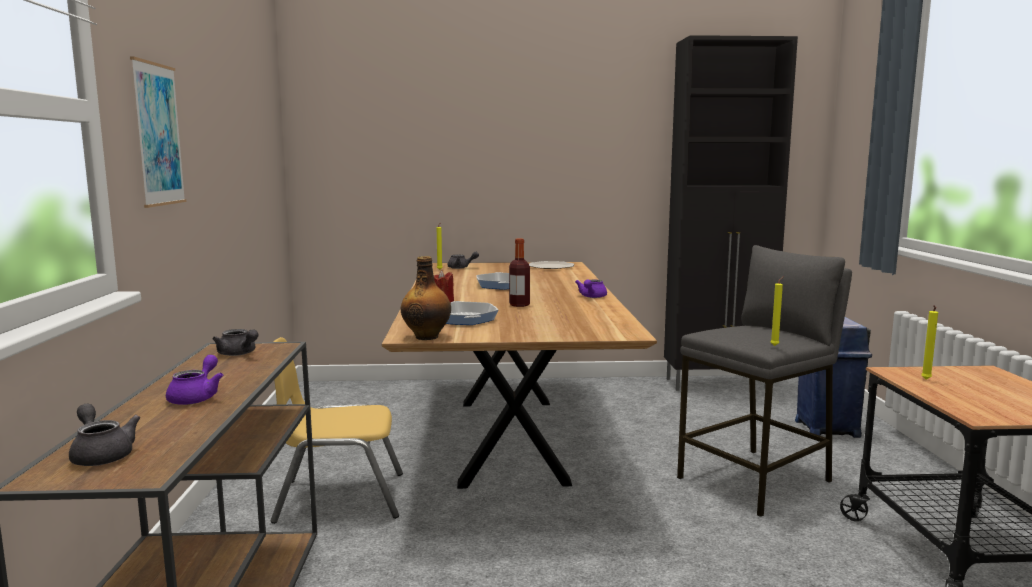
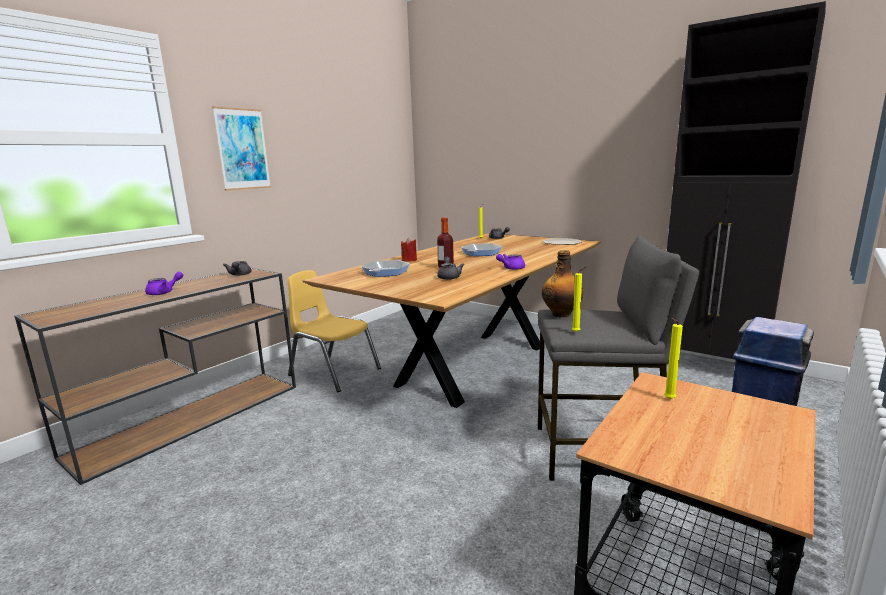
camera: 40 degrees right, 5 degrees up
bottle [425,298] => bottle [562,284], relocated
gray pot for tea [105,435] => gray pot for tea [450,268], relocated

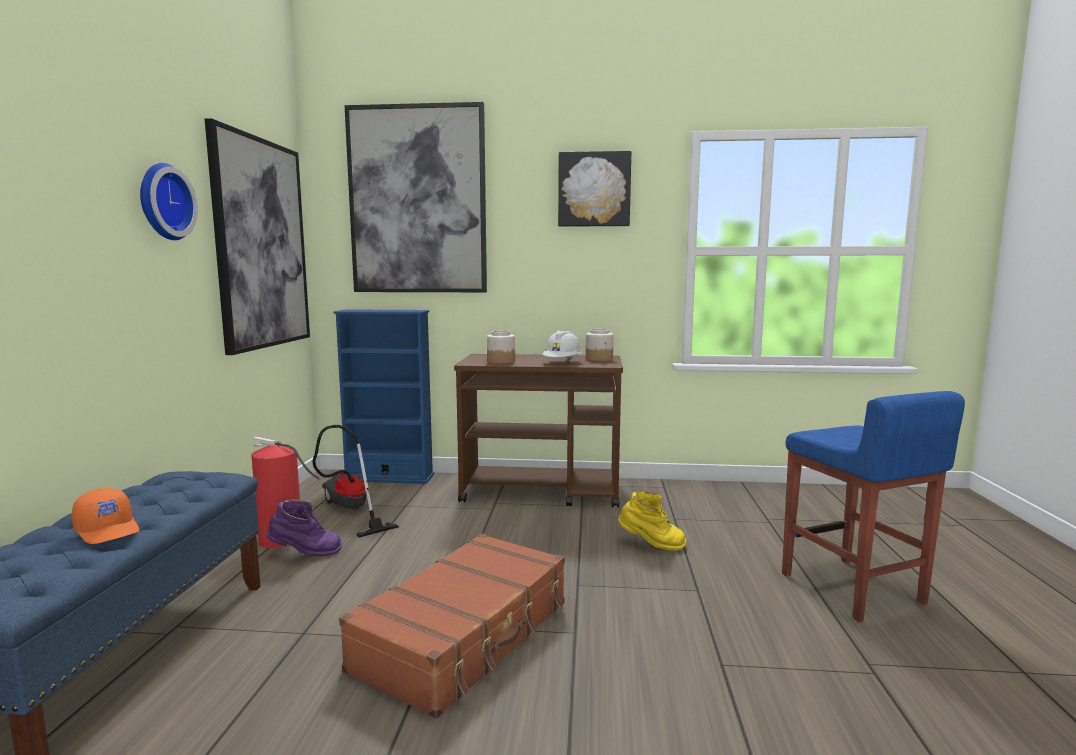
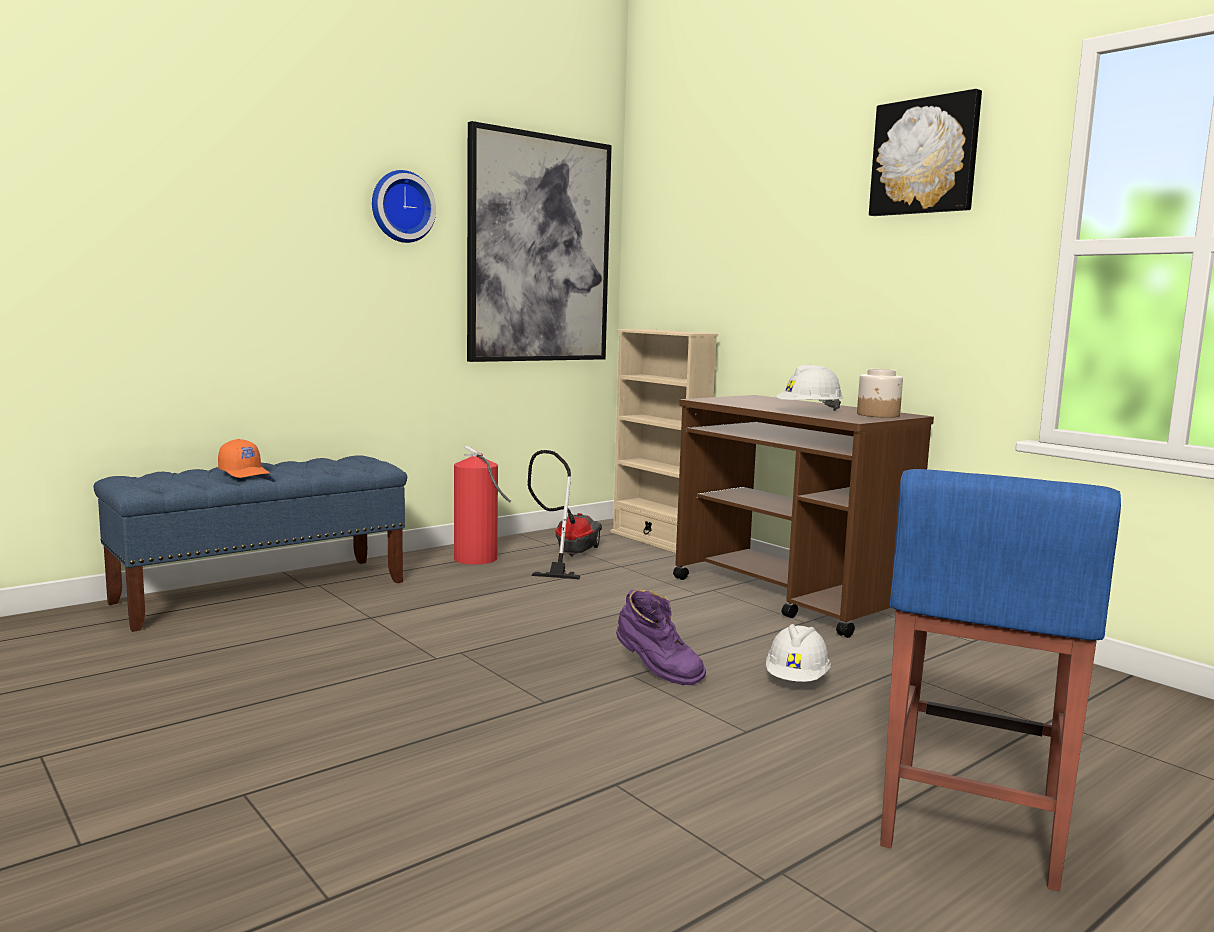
camera: 45 degrees right, 0 degrees up
wall art [416,197] => nothing
blue shelving unit [383,396] => beige shelving unit [664,441]
jar [501,347] => nothing
orangey peaked cap [105,516] => orangey peaked cap [244,458], 45 degrees counterclockwise
yellow boot [652,520] => whitish work helmet [798,653]
purplish boot [304,527] => purplish boot [661,637], relocated
brown piece of luggage [452,626] => nothing

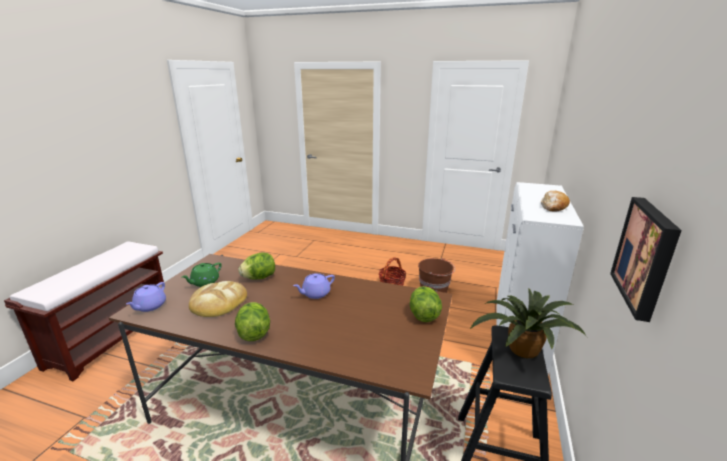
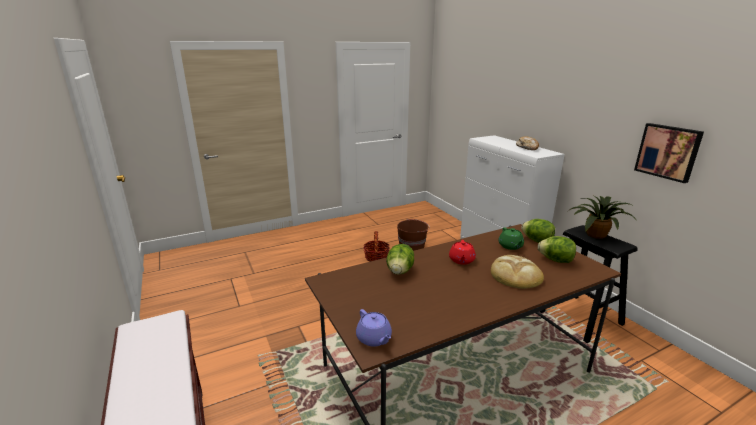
camera: 45 degrees left, 0 degrees up
greenish pot for tea [202,275] => greenish pot for tea [511,238], relocated
purplish pot for tea [314,286] => red pot for tea [462,252]
bakery bread [218,299] => bakery bread [517,272], relocated
head of lettuce [252,321] => head of lettuce [557,249], relocated

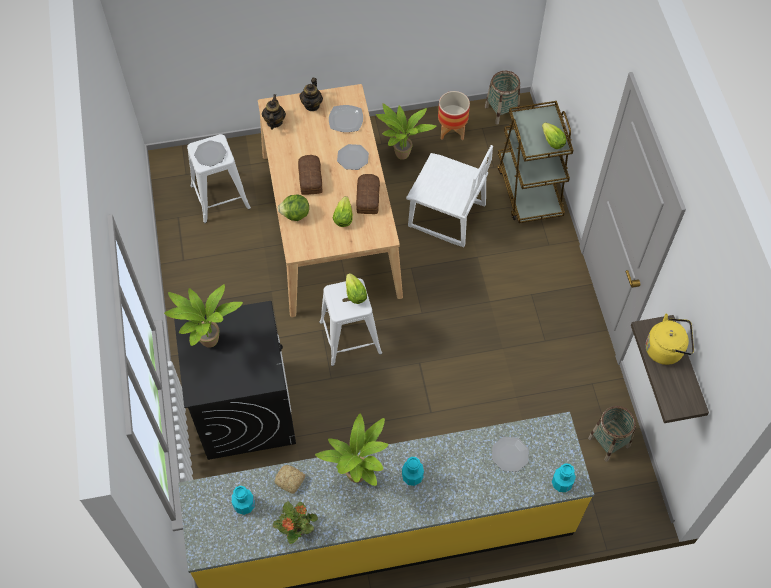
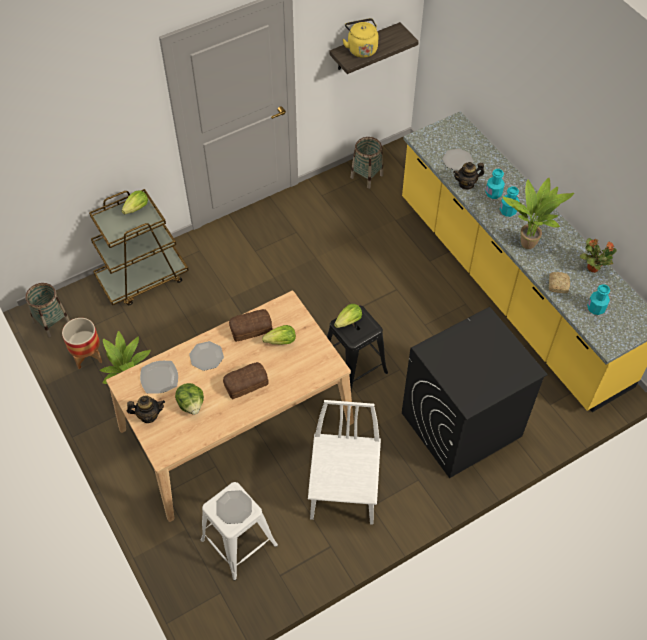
camera: 110 degrees left, 5 degrees down
pot for tea [274,111] => pot for tea [468,176], relocated
whitish plain chair [449,196] => whitish plain chair [344,462], relocated
head of lettuce [293,207] => head of lettuce [189,399], relocated
whitish stool seat [350,322] => black stool seat [357,348]
potted plant [203,316] => nothing
turquoise bottle [564,477] => turquoise bottle [495,184], relocated

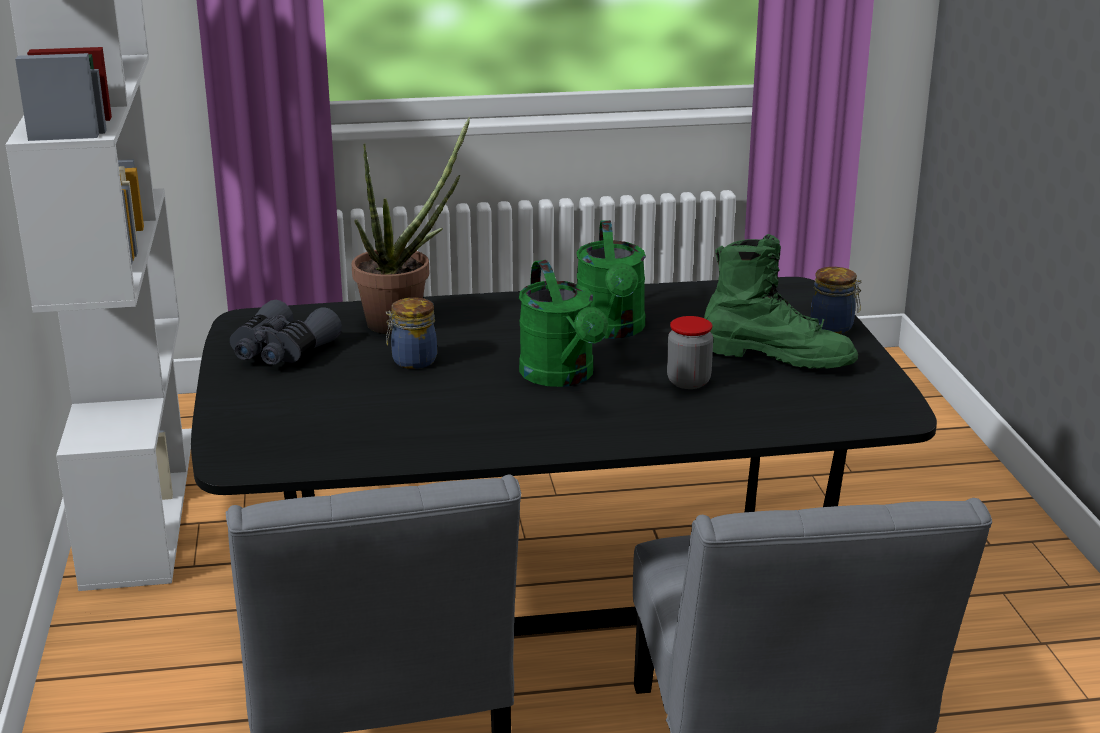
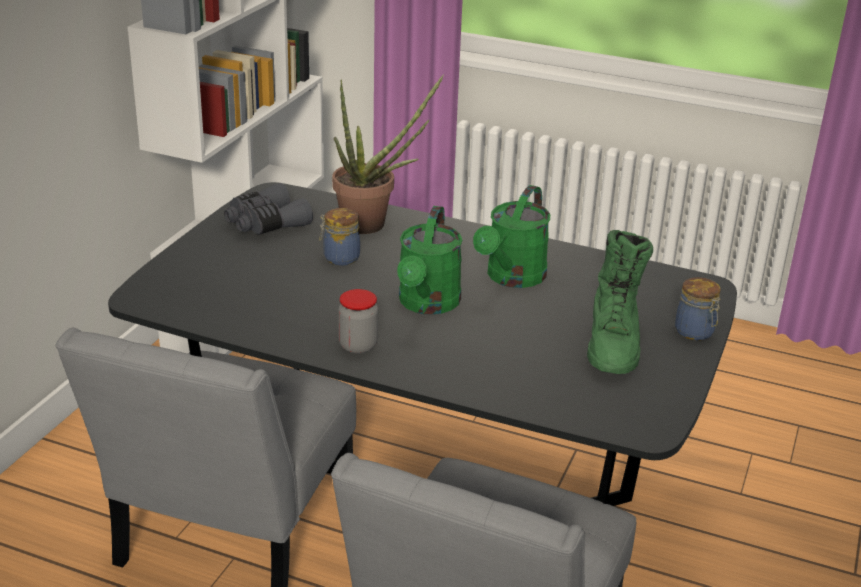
camera: 30 degrees right, 5 degrees up
greenish boot [781,301] => greenish boot [620,302], 45 degrees clockwise
jar [690,352] => jar [358,321], relocated

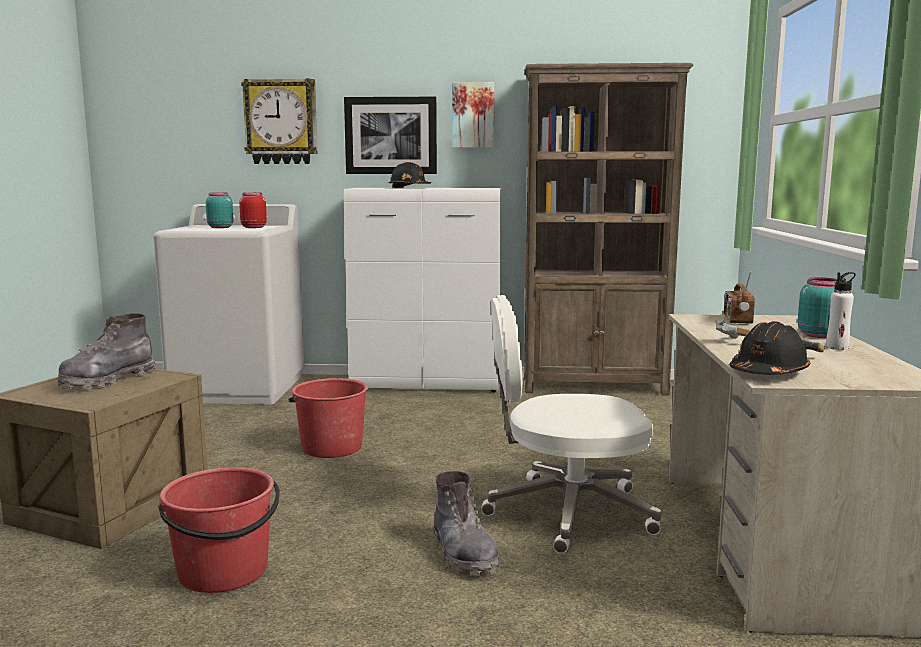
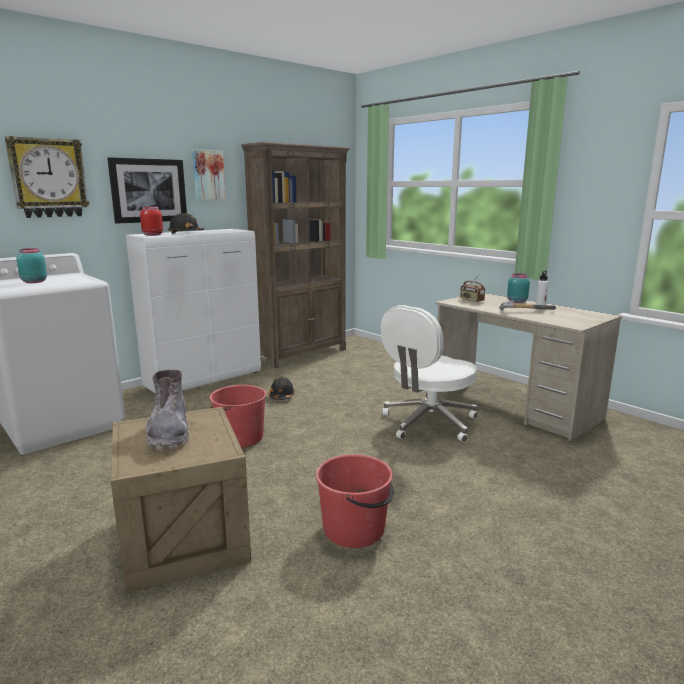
camera: 45 degrees left, 5 degrees up
red jar [253,210] => red jar [151,221], relocated
black work helmet [770,348] => black work helmet [282,388], relocated
gray boot [466,523] => nothing

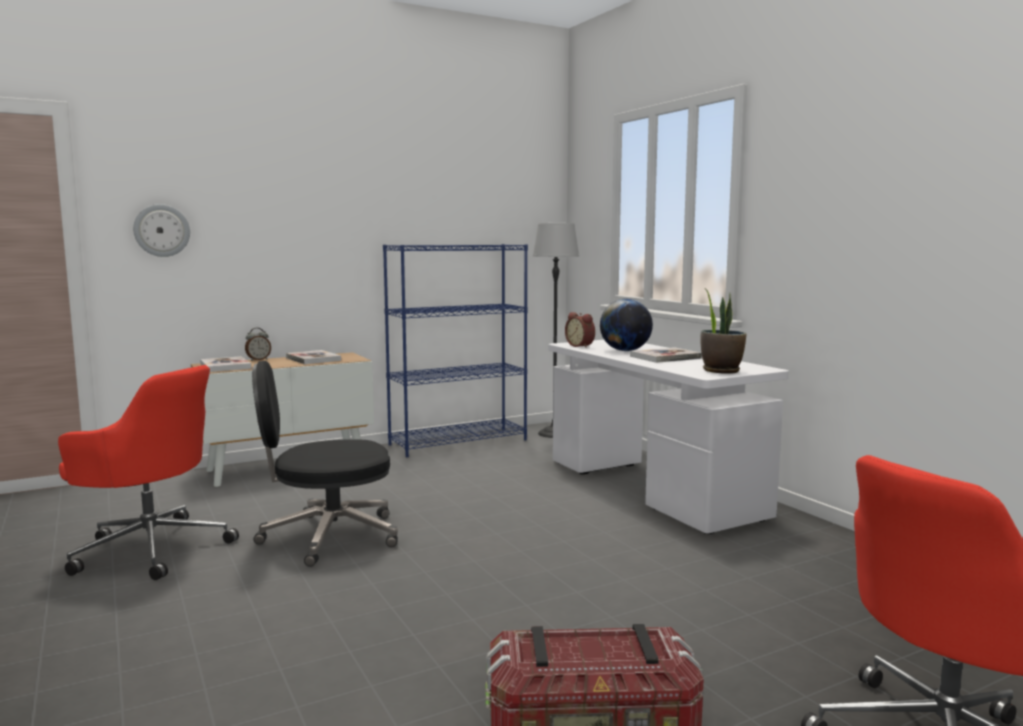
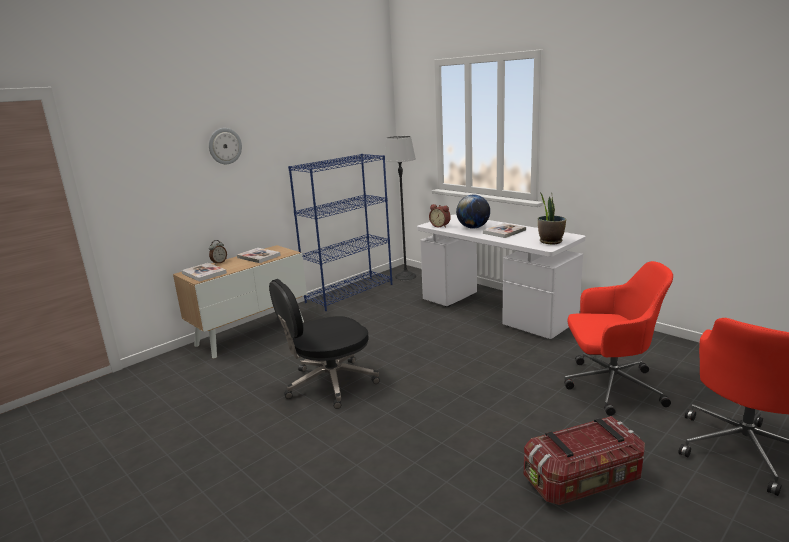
camera: 15 degrees left, 10 degrees up
wall clock [161,230] => wall clock [225,146], relocated
red office chair [148,472] => red office chair [618,338], relocated

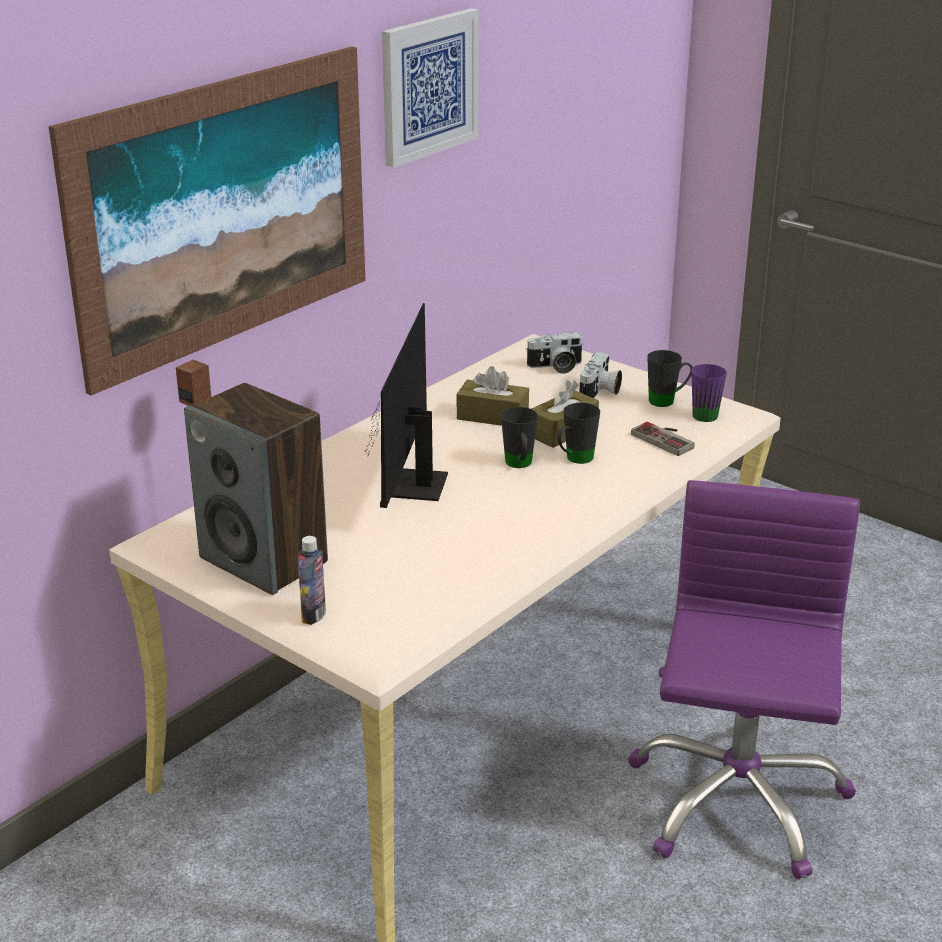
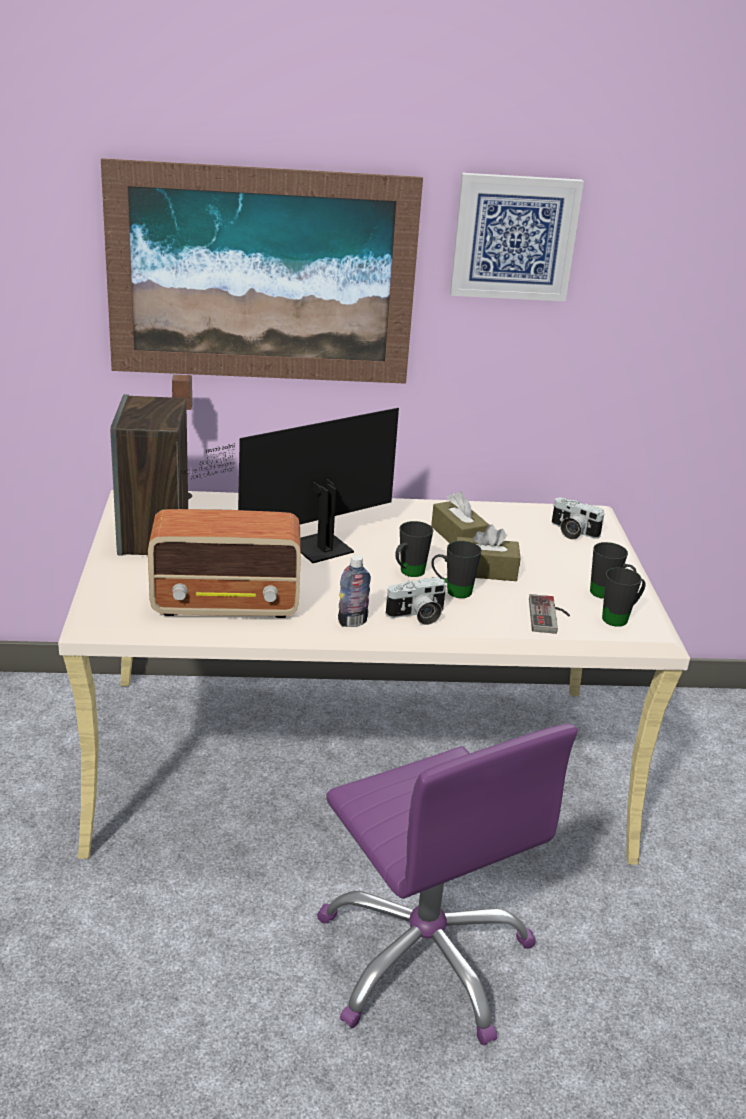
camera: 45 degrees right, 0 degrees up
still camera [601,375] => still camera [415,601], relocated
purplish tea mug [709,393] => black tea mug [624,597]
purplish office chair [744,679] => purplish office chair [447,884], 90 degrees clockwise
bottle [312,580] => bottle [354,591], relocated
nothing => radio receiver [224,563]

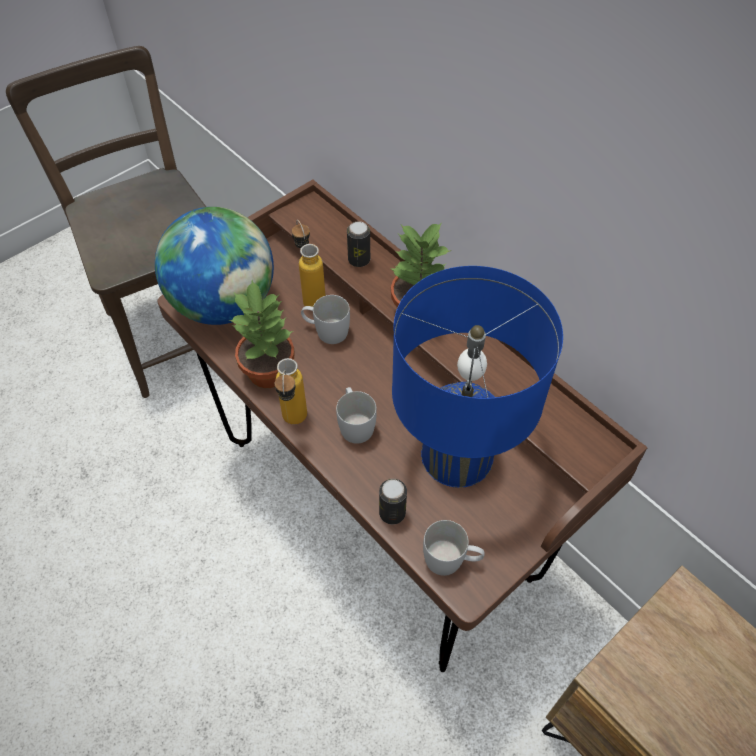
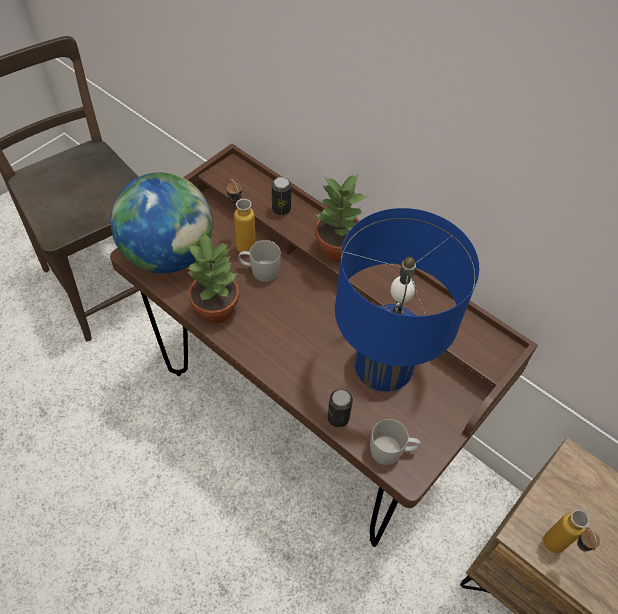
camera: 10 degrees left, 0 degrees up
bottle [291,391] => bottle [572,531], relocated
whitish tea mug [356,415] => nothing

